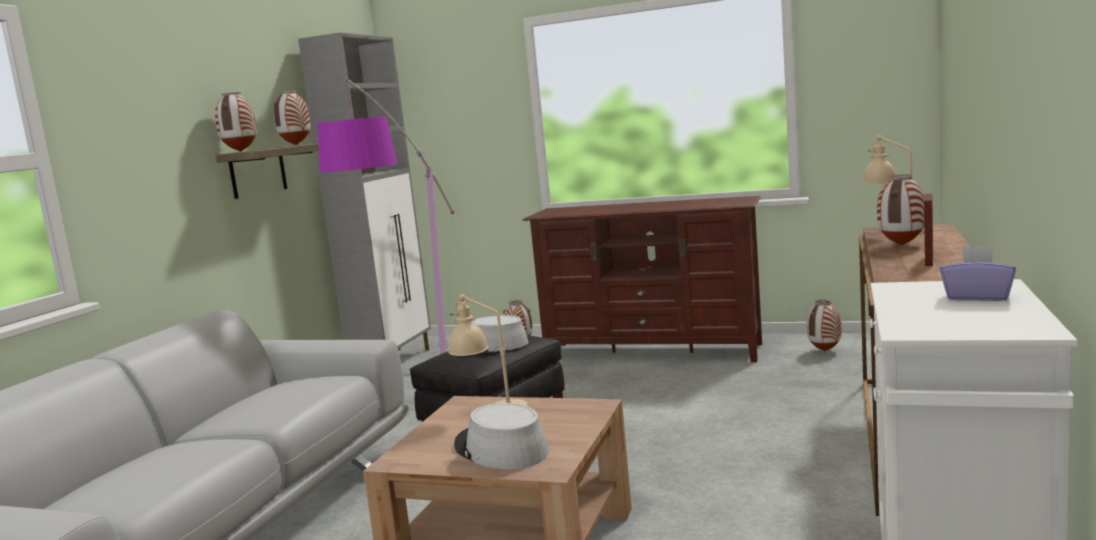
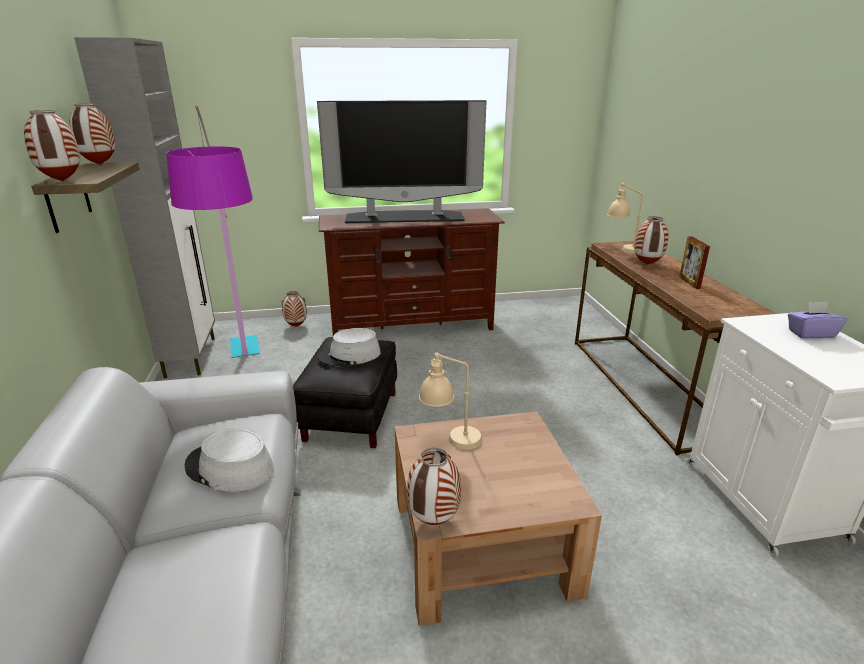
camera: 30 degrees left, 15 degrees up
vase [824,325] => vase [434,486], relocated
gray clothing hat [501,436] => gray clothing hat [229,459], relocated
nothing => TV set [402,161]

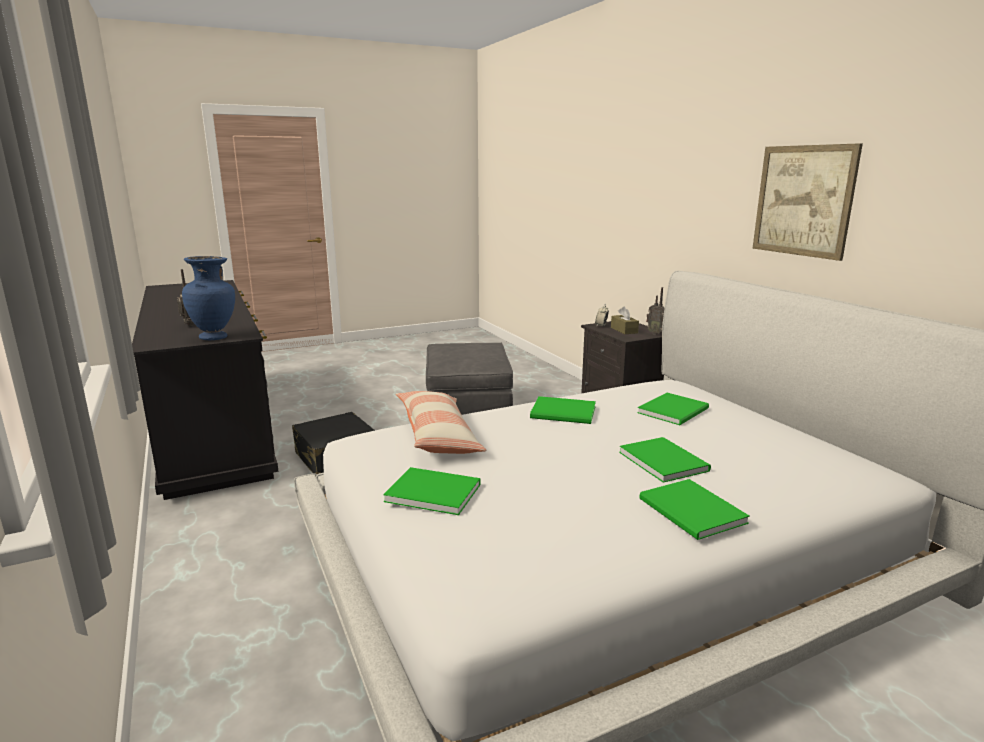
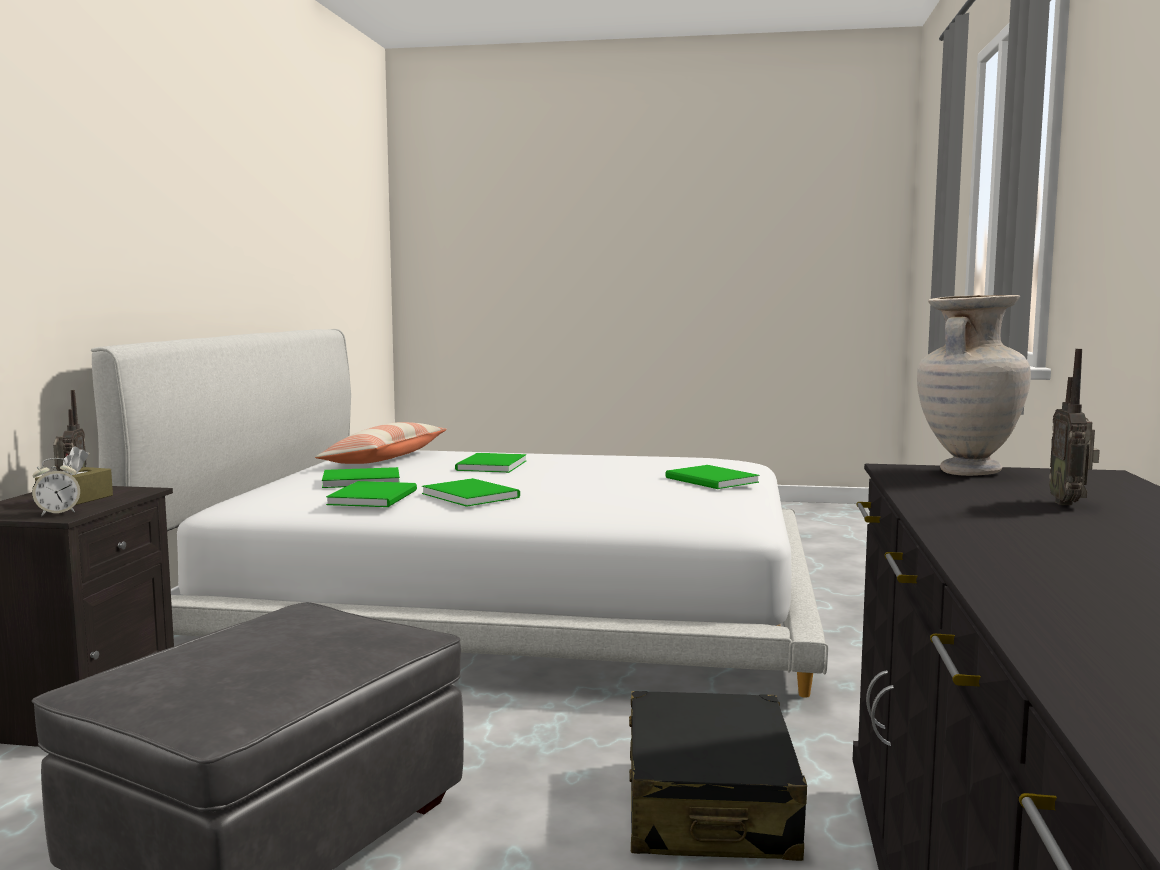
camera: 145 degrees left, 10 degrees down
wall art [807,202] => nothing
blue vase [208,298] => beige vase [974,385]
pillow [441,422] => pillow [381,443], relocated
greenish bound book [694,509] => greenish bound book [371,494], relocated

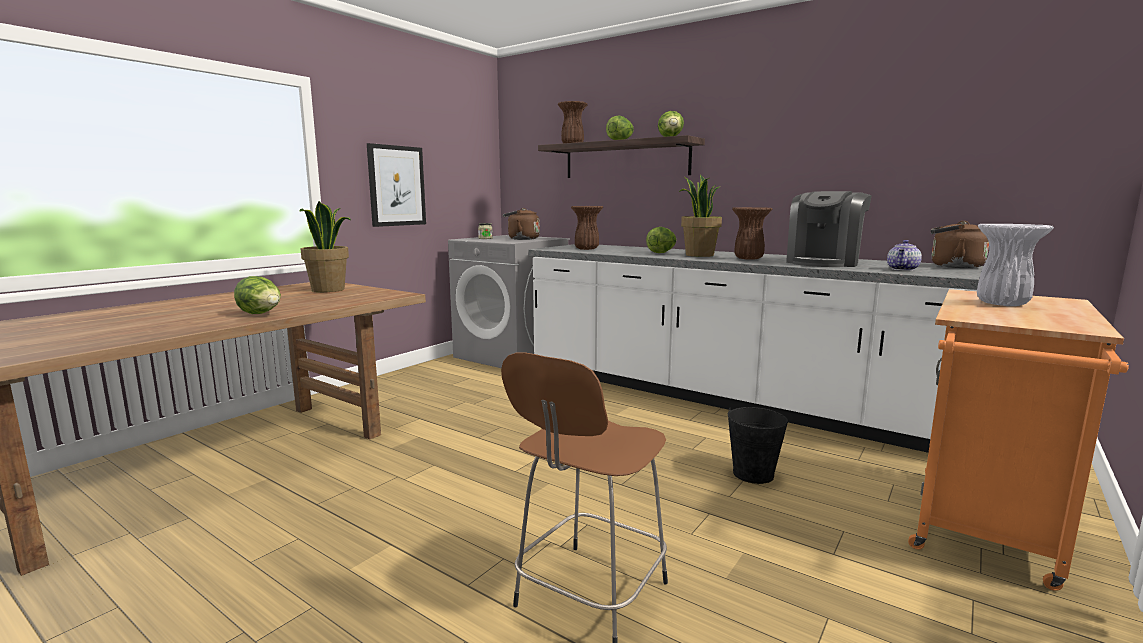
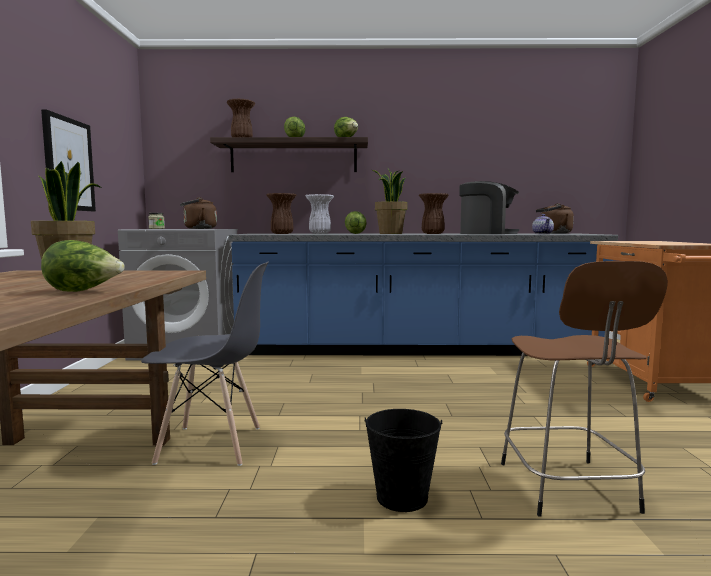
camera: 35 degrees left, 5 degrees down
coffee brewer [829,229] => coffee brewer [489,207], 75 degrees counterclockwise
whitish vase [1015,265] => whitish vase [319,214], relocated
whitish kitchen counter [755,348] => blue kitchen counter [423,294]
black water bucket [758,445] => black water bucket [403,460], relocated
nothing => gray plain chair [205,364]

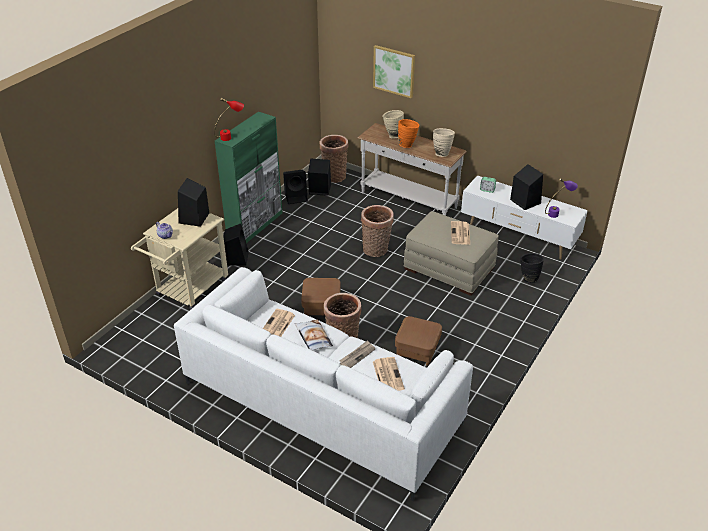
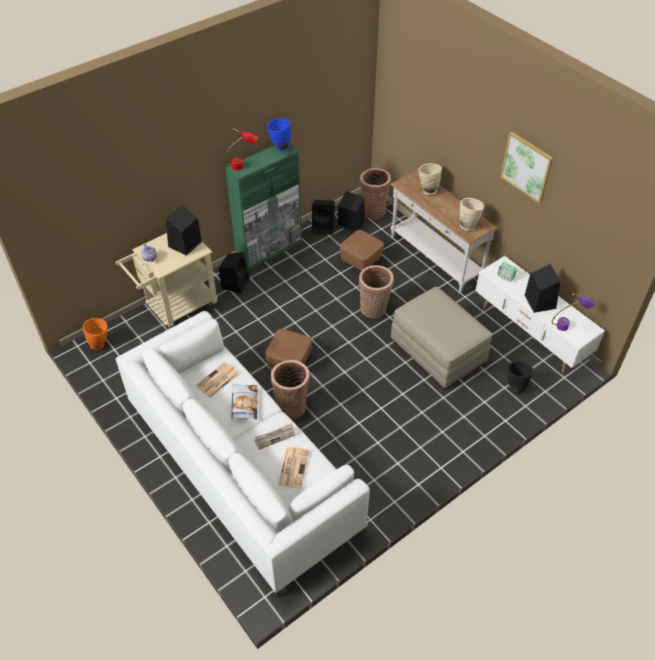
camera: 20 degrees right, 10 degrees up
wall art [394,71] => wall art [527,168], relocated
orangey vase [409,133] => orangey vase [95,334], relocated
daily paper [460,233] => nothing
brown footrest [418,341] => brown footrest [362,250], relocated
nothing => blue vase [279,134]

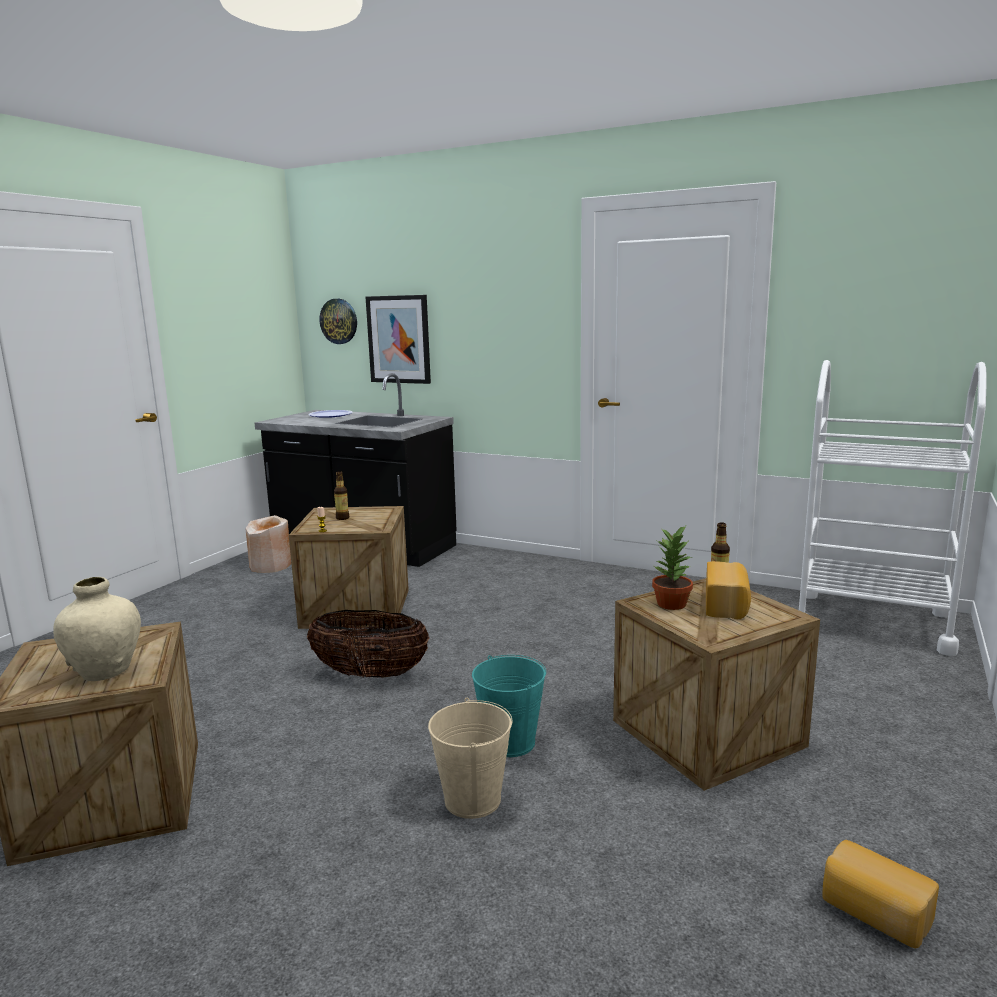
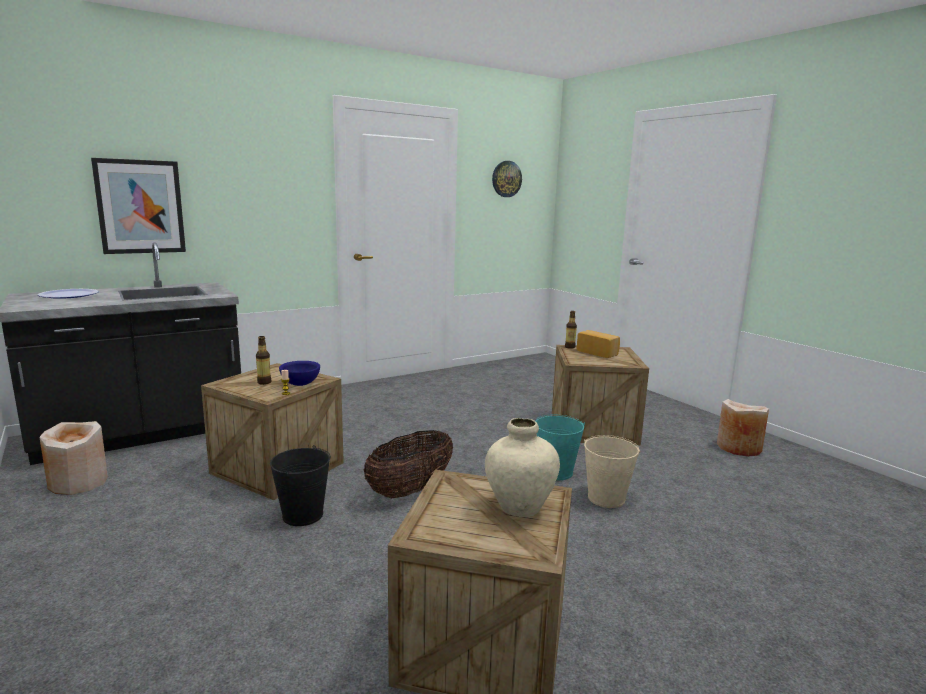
camera: 60 degrees left, 0 degrees up
wall clock [338,321] => wall clock [507,179], relocated
whitish cart [893,508] => nothing
potted plant [672,568] => nothing
bakery bread [880,894] => beige vase [743,428]
nothing => blue deep dish [299,373]
nothing => black water bucket [300,485]

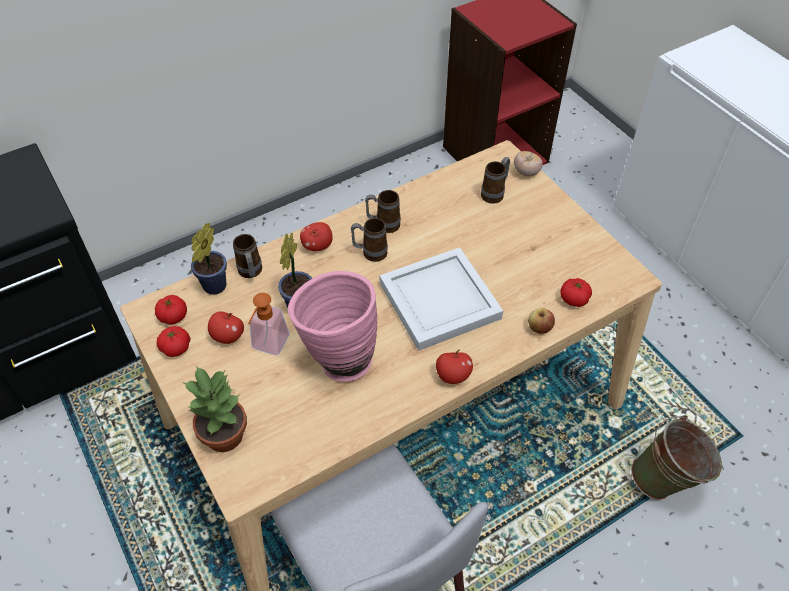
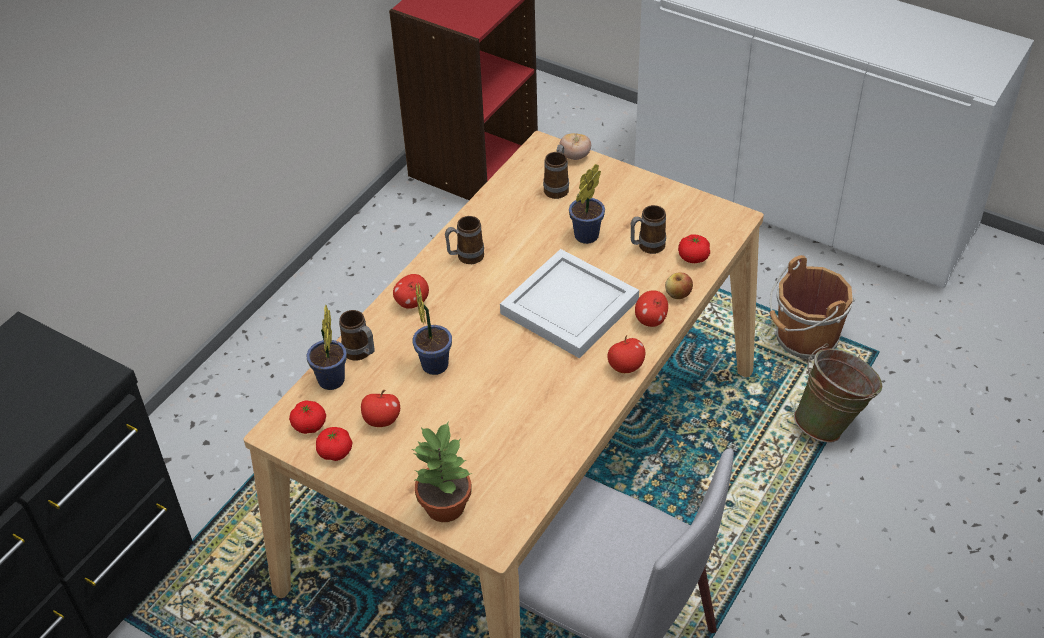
camera: 25 degrees left, 5 degrees down
tea mug [369,240] => tea mug [648,229], relocated
pinkish vase [332,326] => nothing
soap dispenser [268,324] => nothing
nothing => potted plant [587,204]
nothing => brown water bucket [812,307]
nothing => whole apple [651,308]

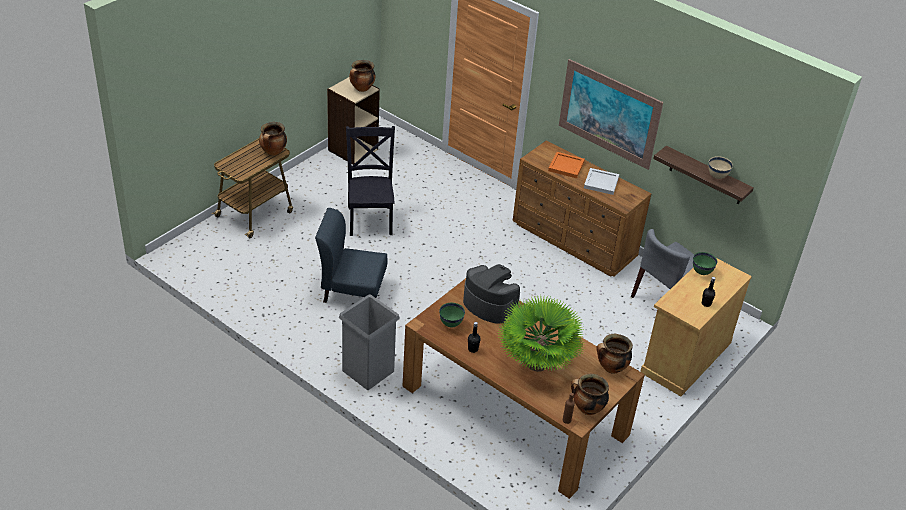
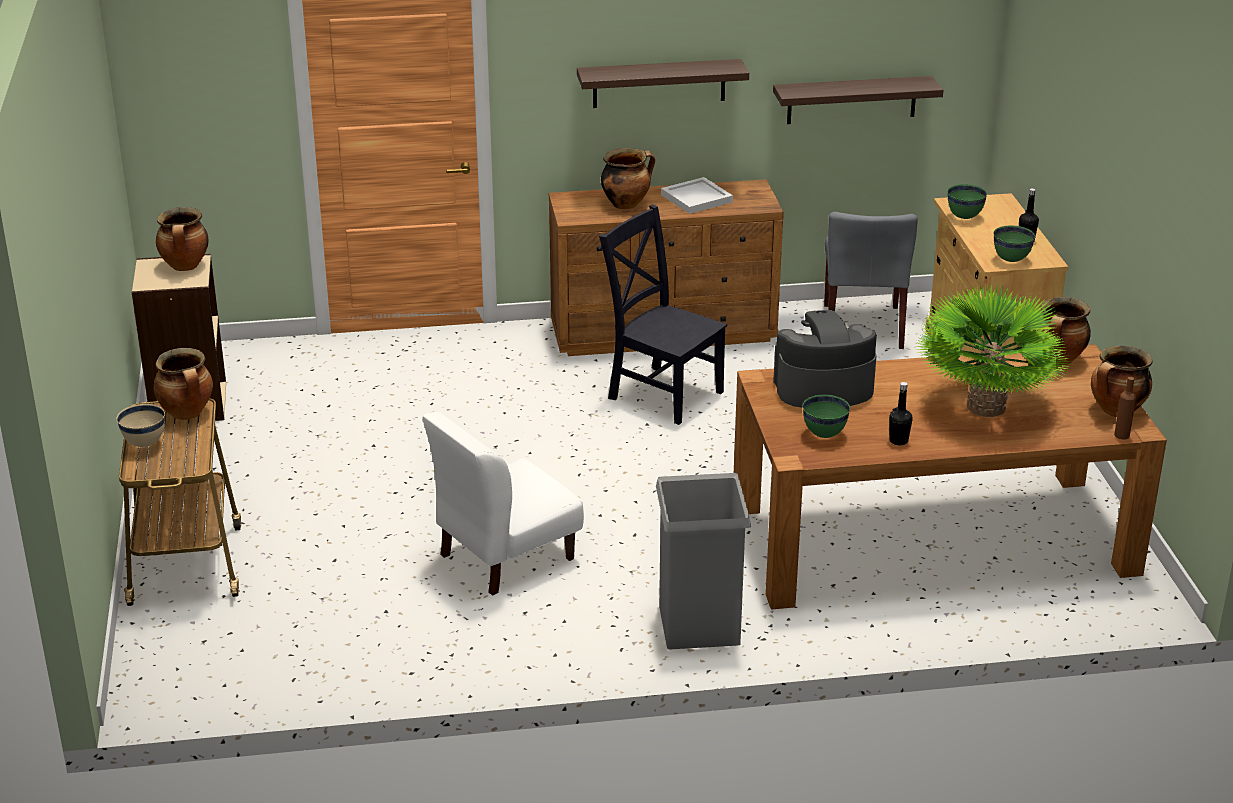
camera: 45 degrees left, 10 degrees down
wall art [611,114] => shelf [663,83]
black plain chair [370,181] => black plain chair [663,314], relocated
orangey carrying tray [566,165] => stockpot [628,178]
beige deep dish [721,167] => beige deep dish [140,425], relocated
blue plain chair [351,255] => whitish plain chair [503,504]
nothing => greenish deep dish [1014,244]

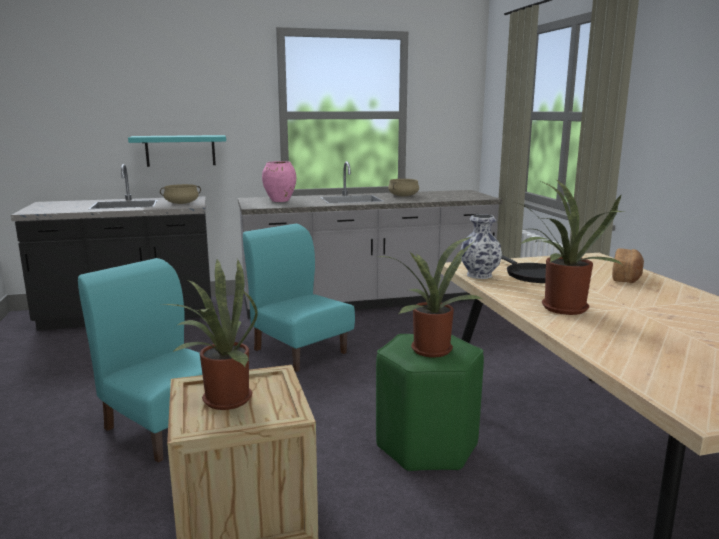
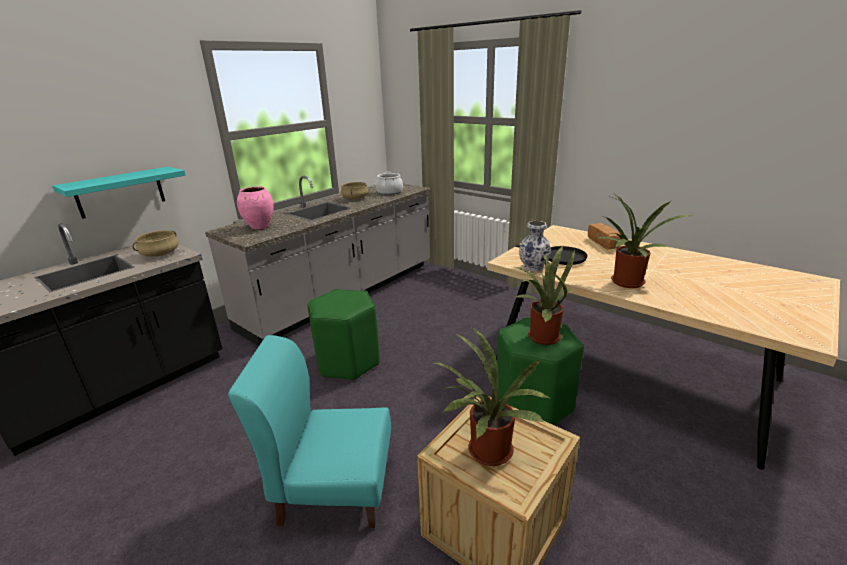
camera: 35 degrees left, 10 degrees up
turquoise plain chair [299,298] => greenish stool seat [343,334]
nothing => stockpot [389,183]

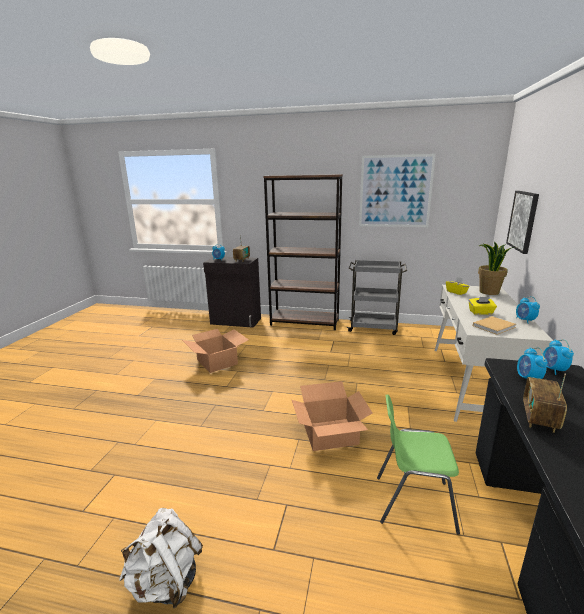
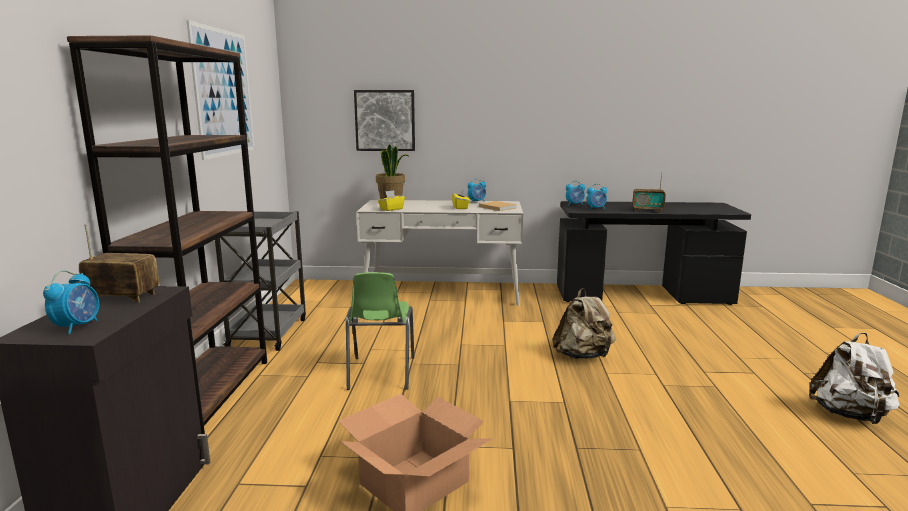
camera: 100 degrees left, 5 degrees down
carton [332,416] => beige backpack [584,323]
greenish plain chair [418,464] => greenish plain chair [380,331], relocated

